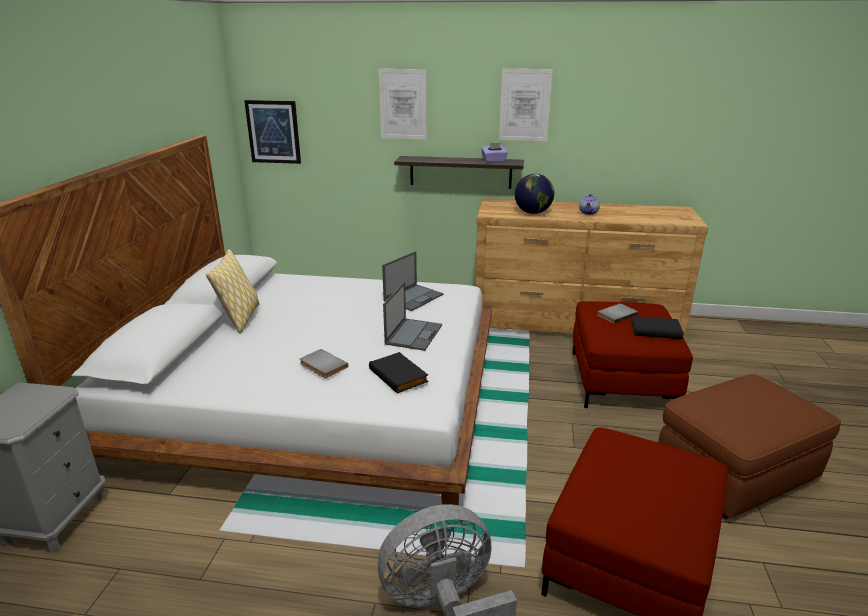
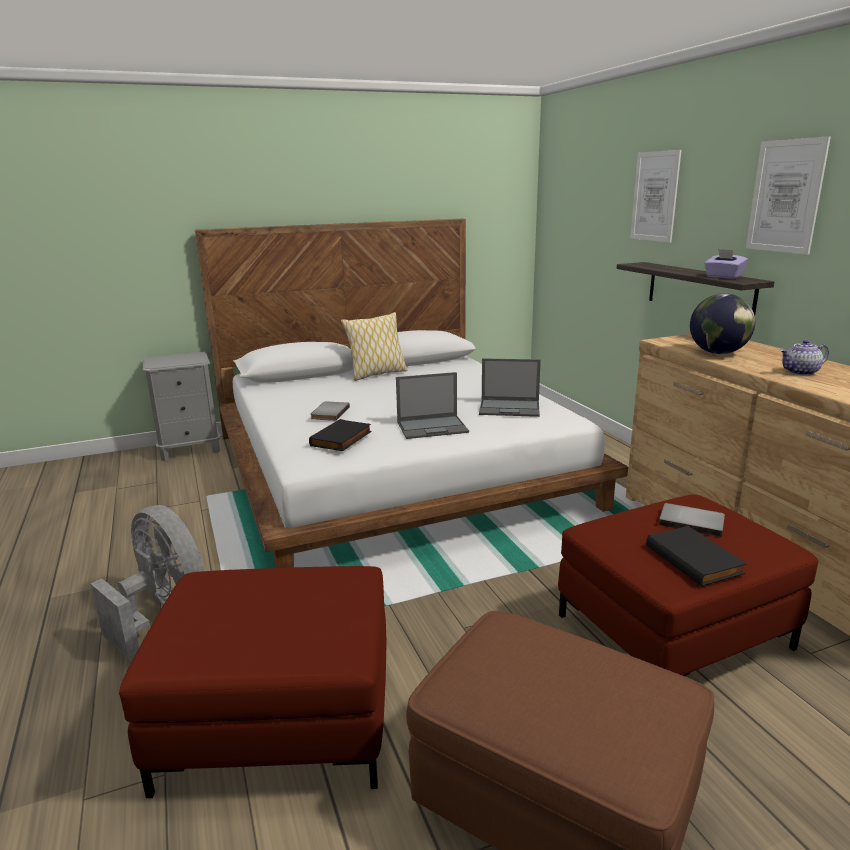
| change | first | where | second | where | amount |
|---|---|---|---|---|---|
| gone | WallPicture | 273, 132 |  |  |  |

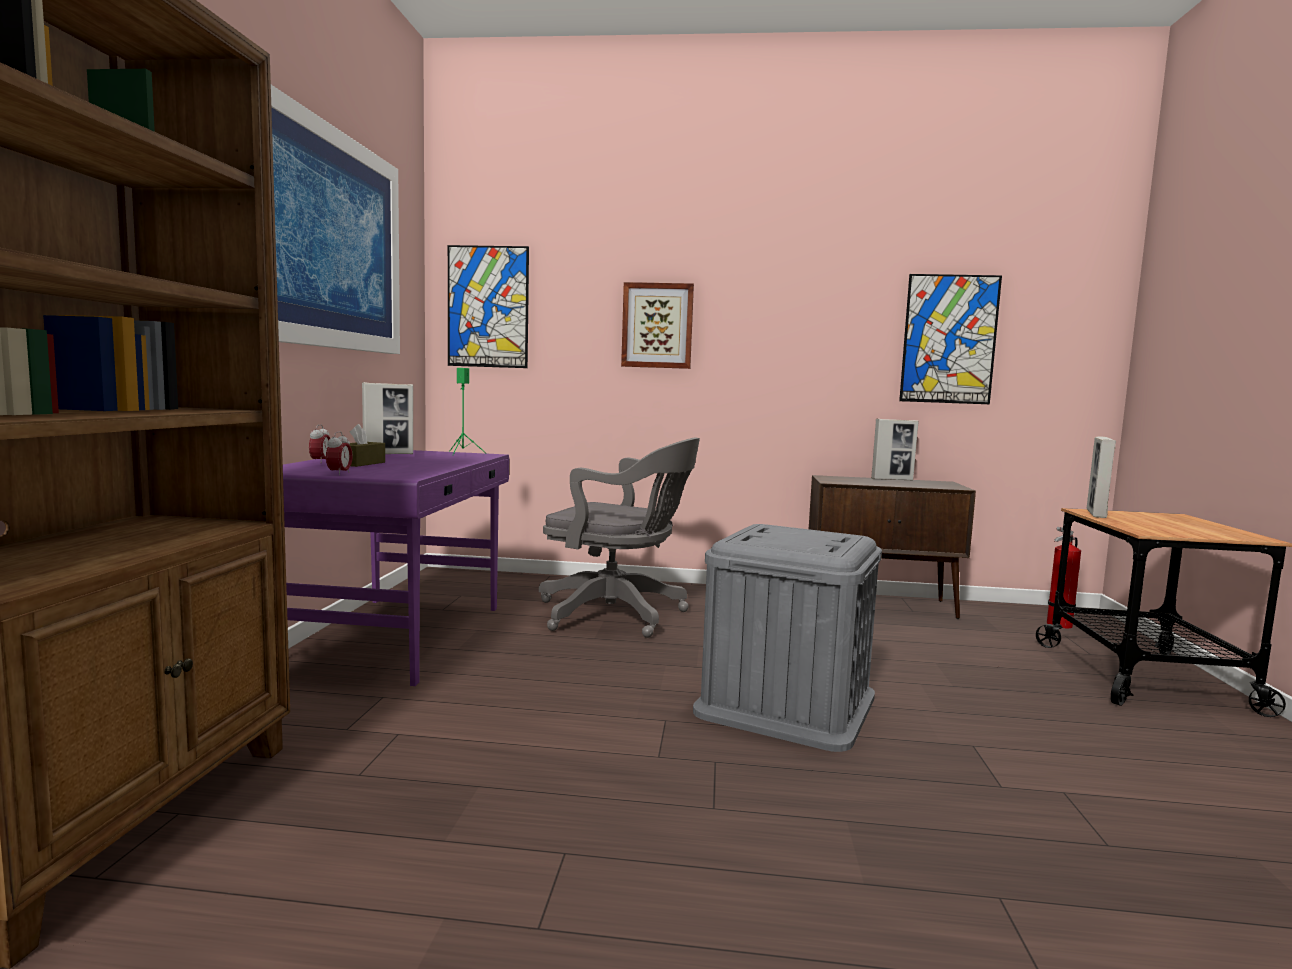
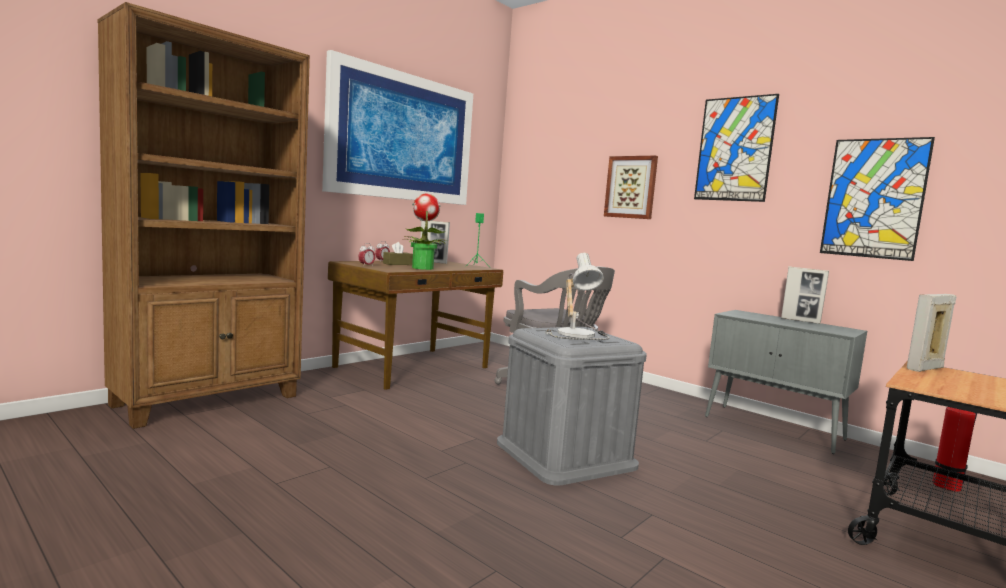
| change | first | where | second | where | amount |
|---|---|---|---|---|---|
| new |  |  | PlantInAPot | 422, 268 |  |
| new |  |  | TabletopLamp | 580, 334 |  |
| shifted | WallPicture | 488, 307 |  | 734, 149 |  |
| repainted | PurplishDesk | 395, 636 | BrownishDesk | 414, 367 |  |
| repainted | BrownishStorageCabinet | 881, 605 | GrayStorageCabinet | 774, 428 |  |

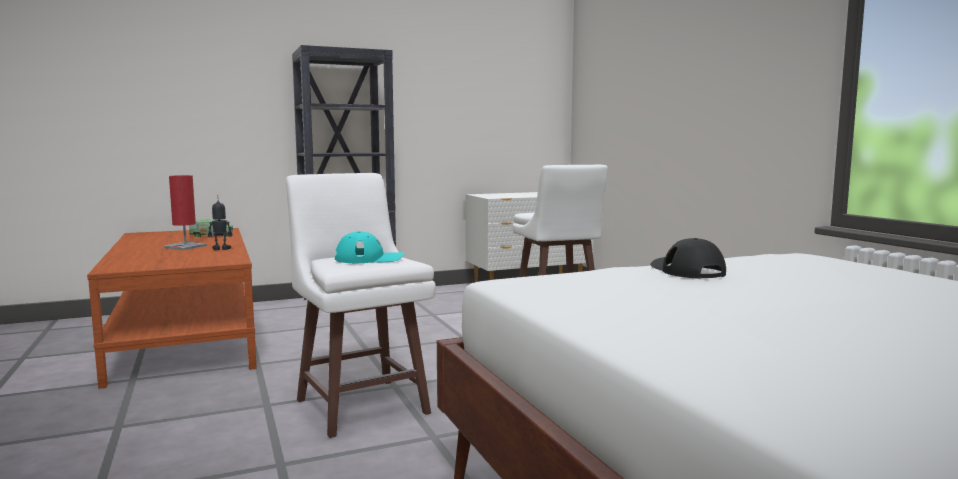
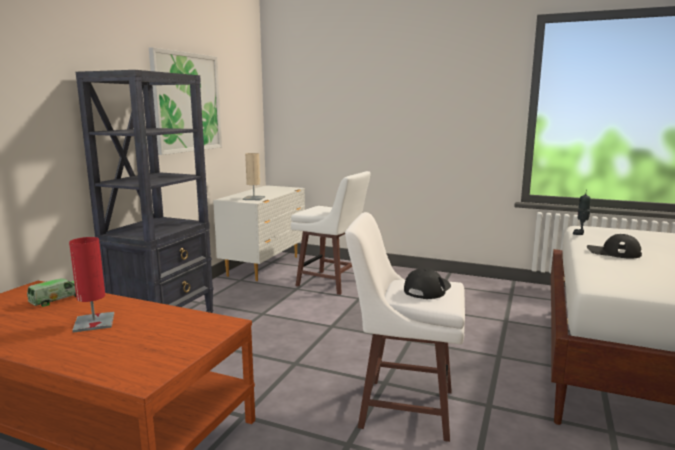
| change | first | where | second | where | amount |
|---|---|---|---|---|---|
| new |  |  | WallPicture | 187, 102 |  |
| new |  |  | SandColouredTabletopLamp | 254, 198 |  |
| shifted | RobotFigure | 221, 249 |  | 580, 233 |  |
| repainted | TurquoiseColouredBaseballCap | 369, 259 | BlackColouredBaseballCap | 427, 289 |  |

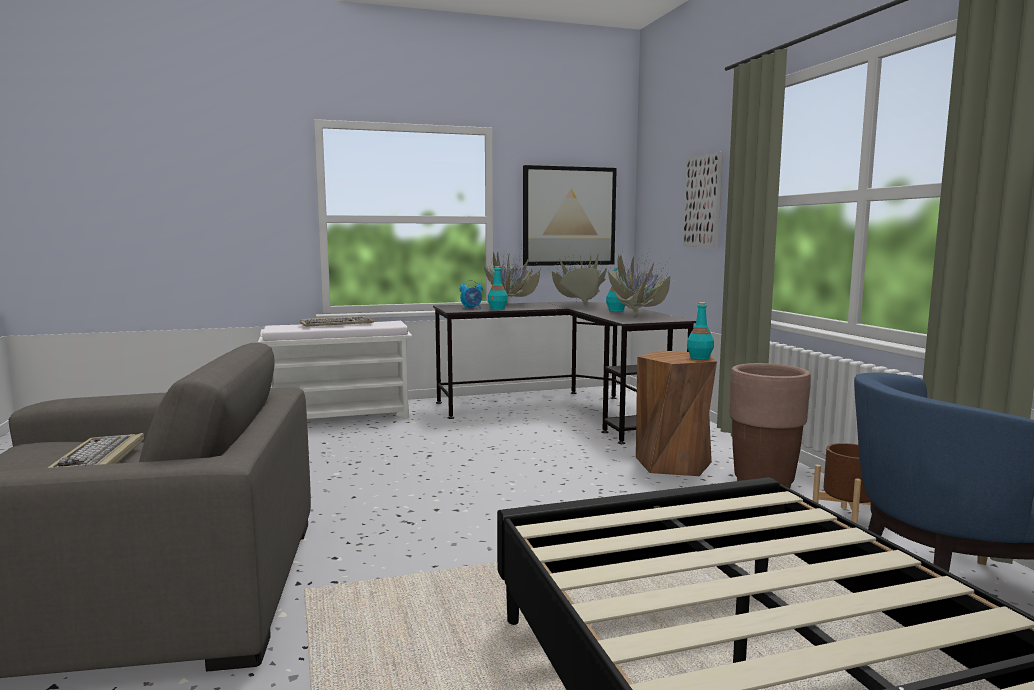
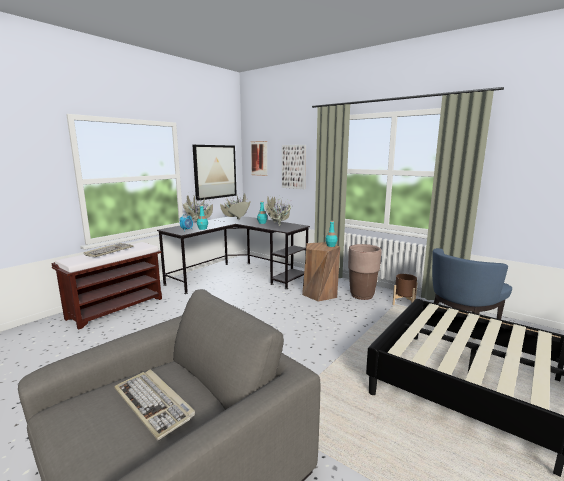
| change | first | where | second | where | amount |
|---|---|---|---|---|---|
| new |  |  | WallPicture | 259, 158 |  |
| repainted | WhiteBench | 340, 416 | BrownishBench | 117, 308 |  |

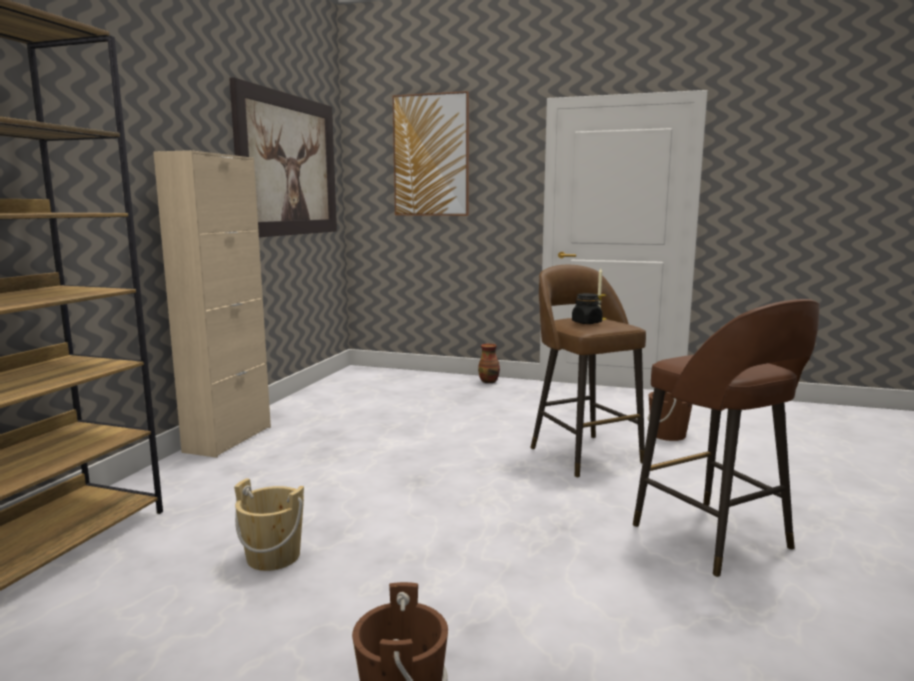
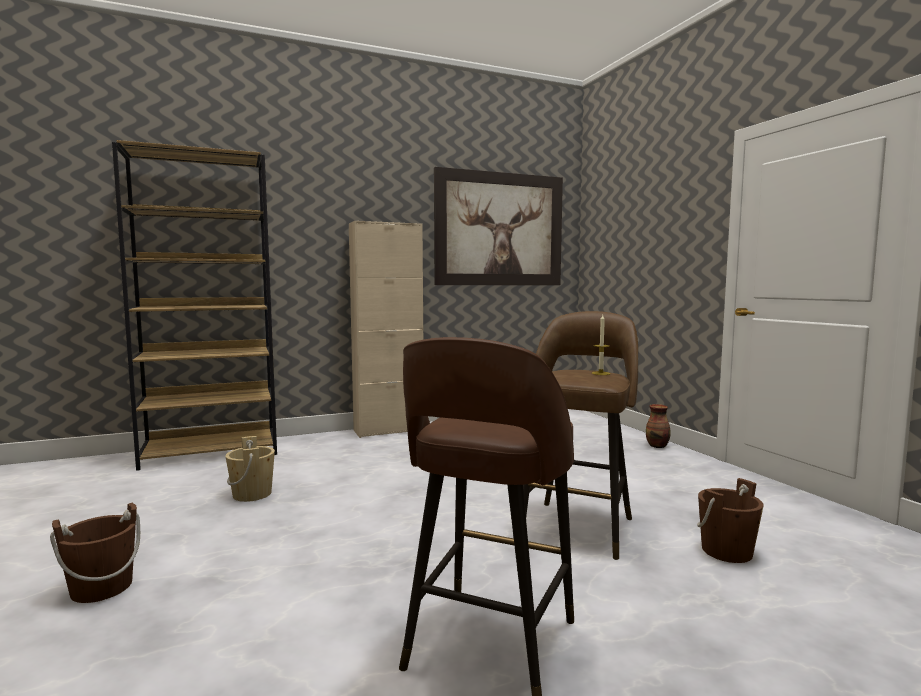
| change | first | where | second | where | amount |
|---|---|---|---|---|---|
| gone | WallPicture | 431, 155 |  |  |  |
| gone | BlackColouredStorageJar | 587, 322 |  |  |  |

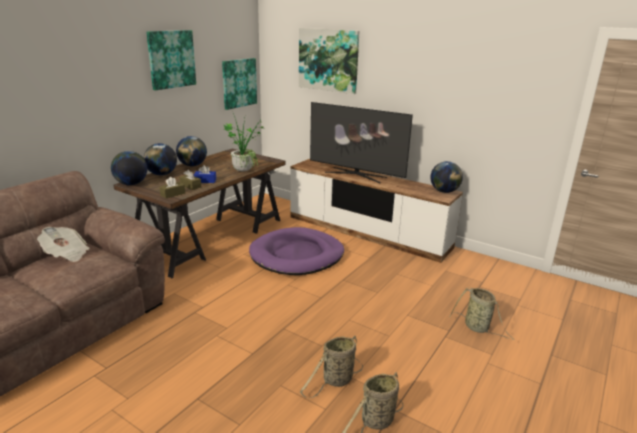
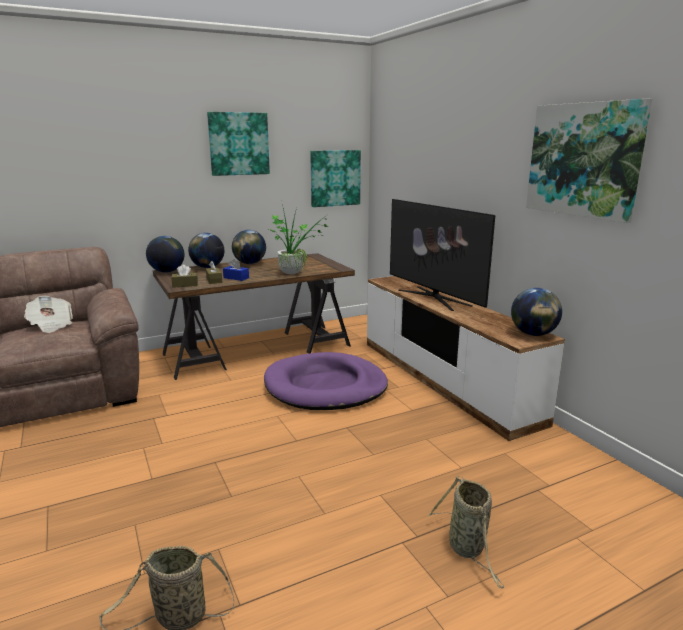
| change | first | where | second | where | amount |
|---|---|---|---|---|---|
| gone | StorageBasket | 336, 381 |  |  |  |
| shifted | WallPicture | 328, 60 |  | 584, 160 |  |

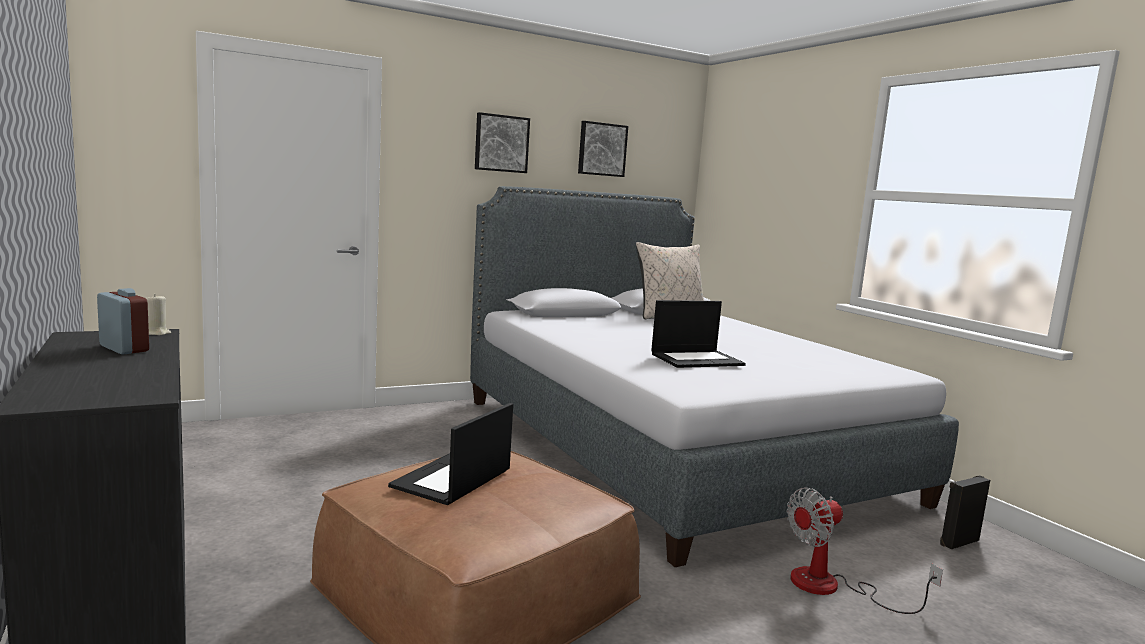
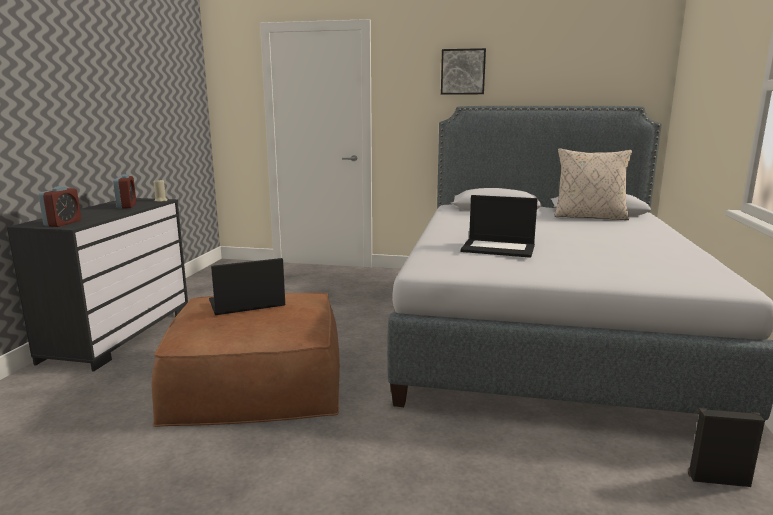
| change | first | where | second | where | amount |
|---|---|---|---|---|---|
| gone | WallPicture | 601, 149 |  |  |  |
| gone | Fan | 832, 587 |  |  |  |
| new |  |  | AlarmClock | 63, 223 |  |

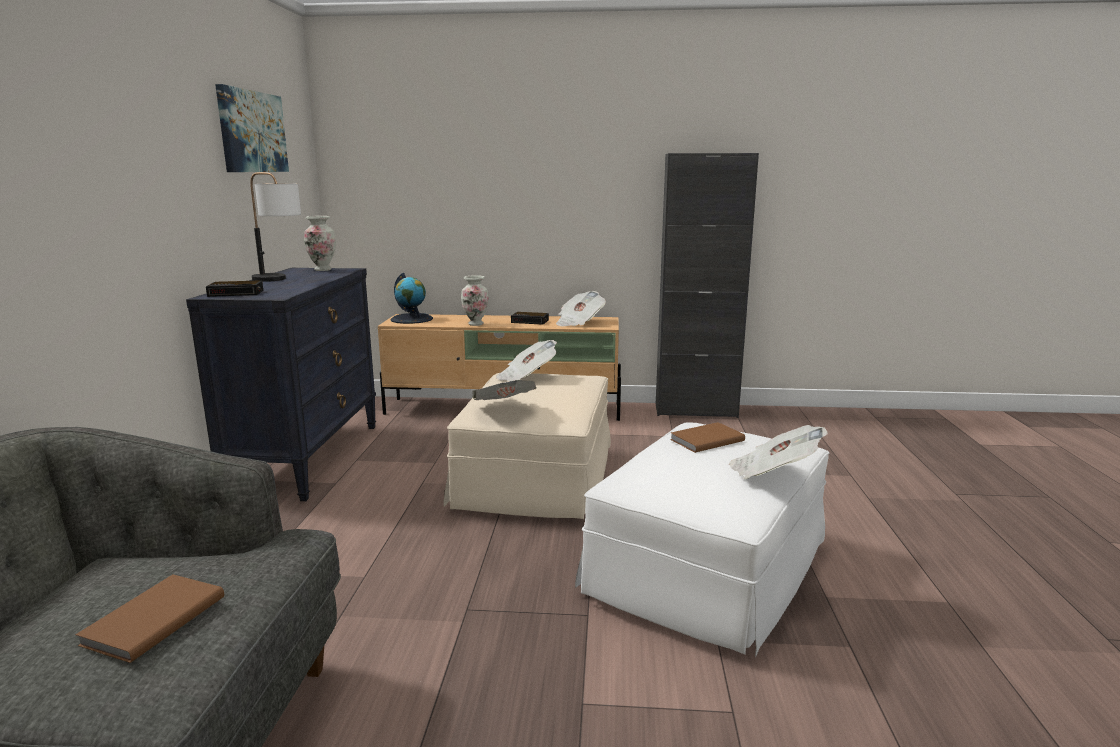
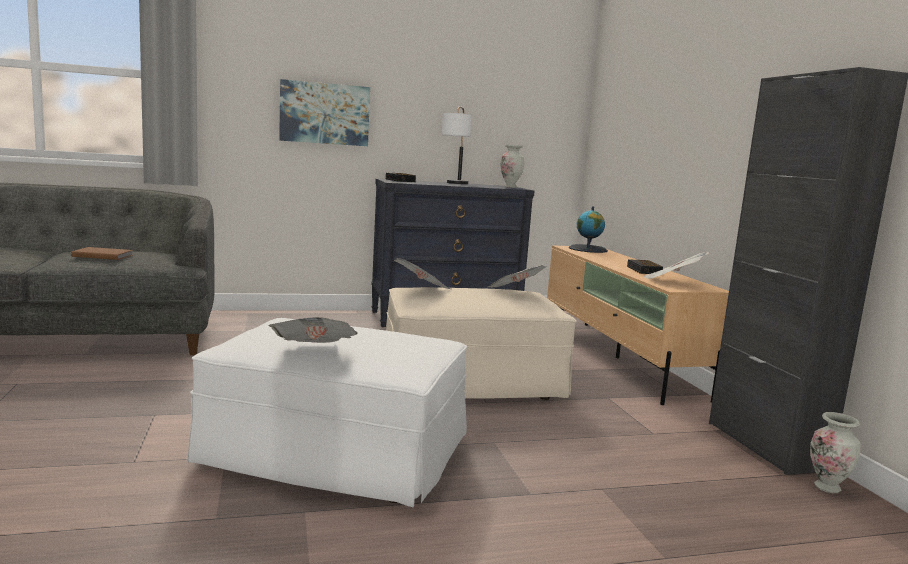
| change | first | where | second | where | amount |
|---|---|---|---|---|---|
| gone | BrownishBoundBook | 705, 440 |  |  |  |
| shifted | WallPicture | 252, 132 |  | 324, 113 |  |
| shifted | Vase | 476, 324 |  | 827, 488 |  |

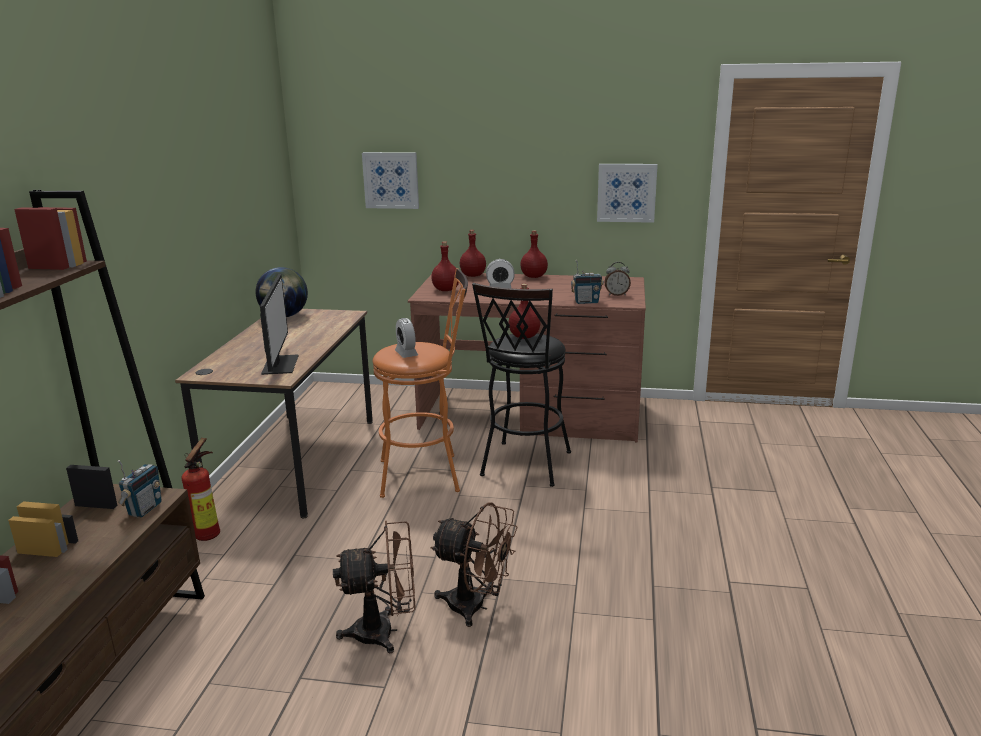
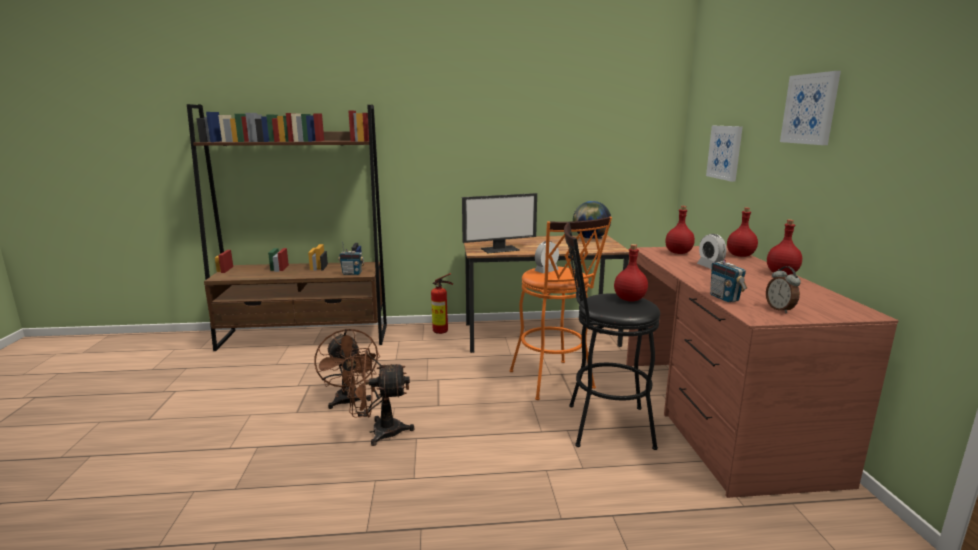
| change | first | where | second | where | amount |
|---|---|---|---|---|---|
| shifted | WallPicture | 626, 192 |  | 810, 109 |  |
| rotated | BrownishFan | 476, 607 |  | 378, 432 | 75 degrees clockwise |

